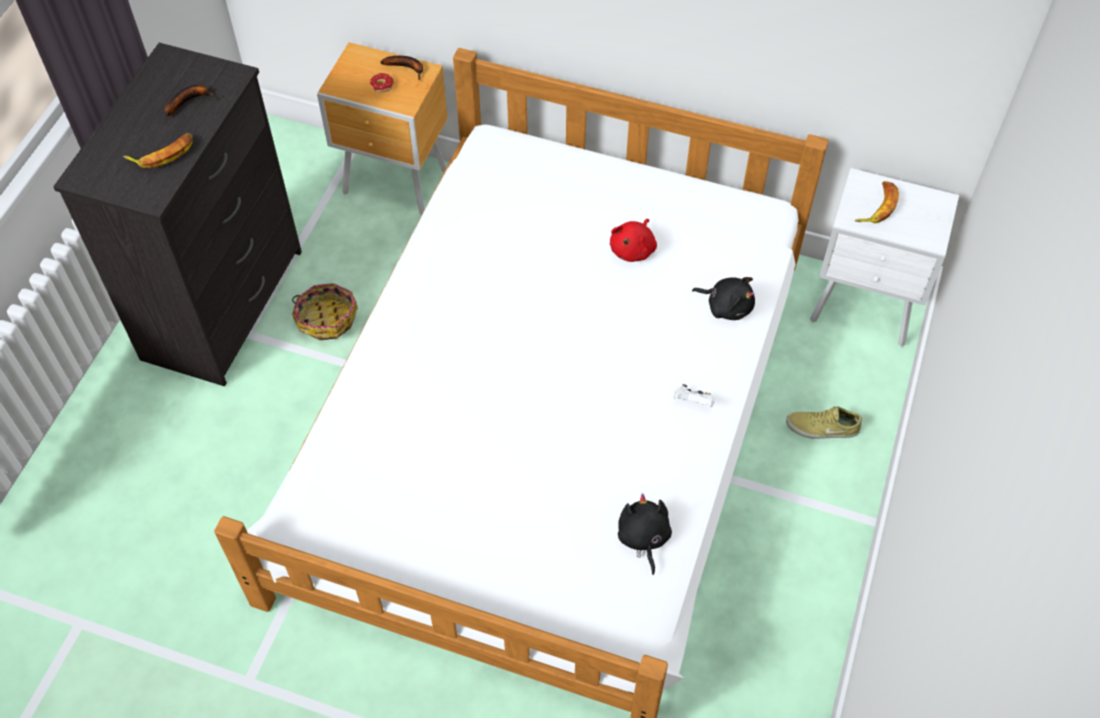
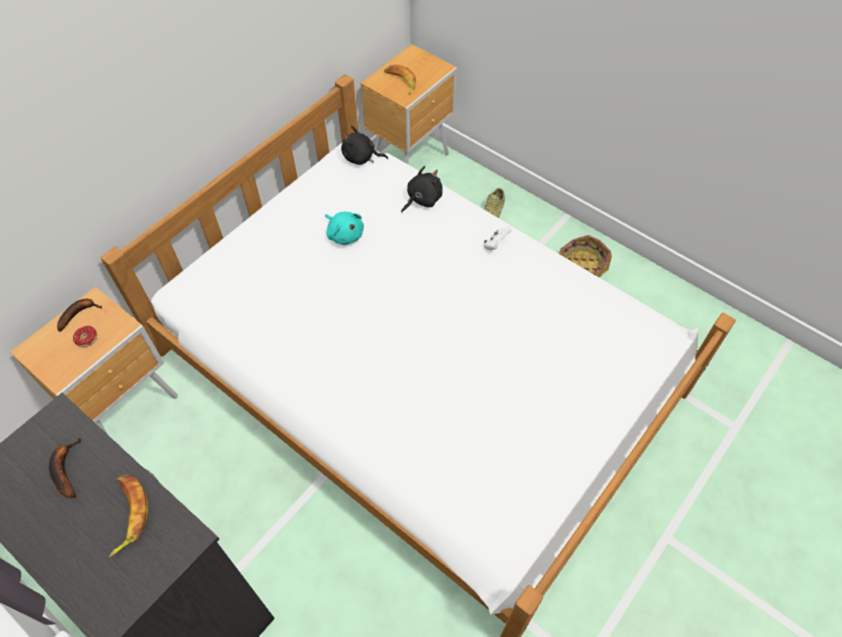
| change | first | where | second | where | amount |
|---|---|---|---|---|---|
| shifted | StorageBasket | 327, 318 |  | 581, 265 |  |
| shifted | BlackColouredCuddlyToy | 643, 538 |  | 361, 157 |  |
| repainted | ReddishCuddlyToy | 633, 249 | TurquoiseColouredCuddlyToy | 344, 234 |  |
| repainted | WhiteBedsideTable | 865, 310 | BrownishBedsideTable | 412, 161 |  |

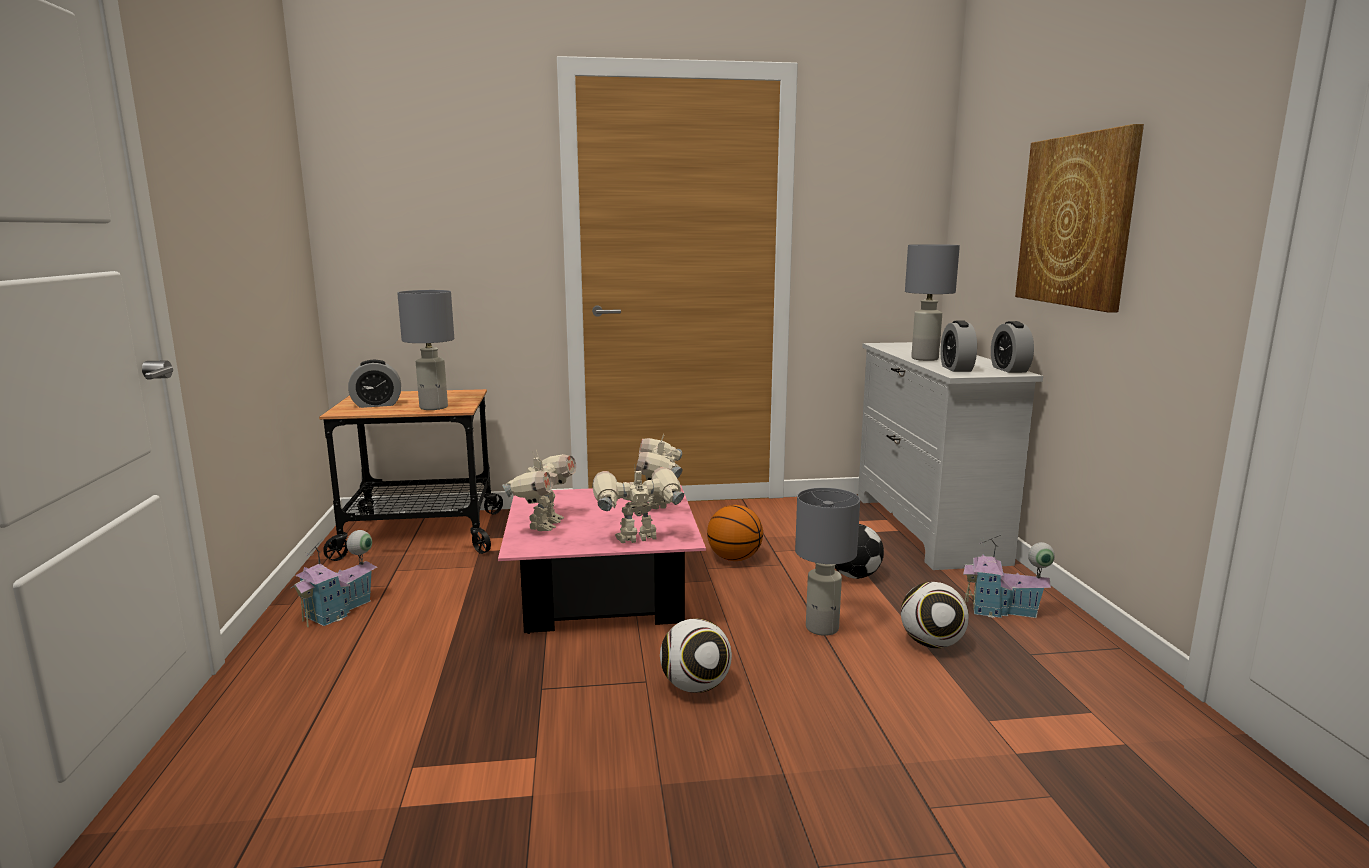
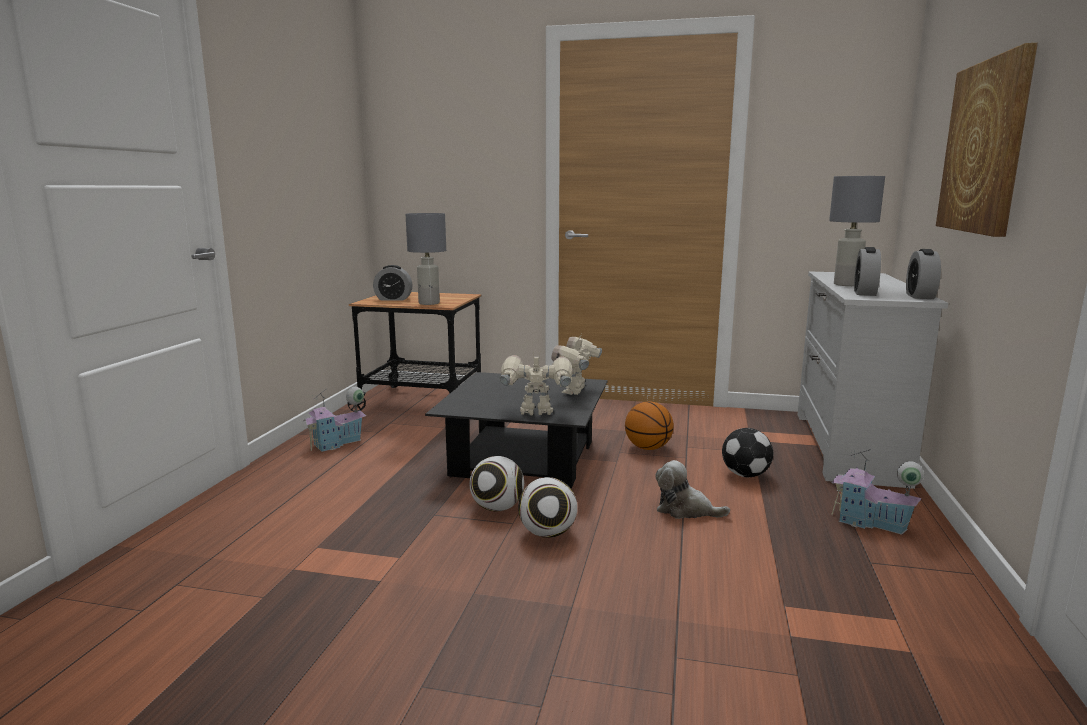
| change | first | where | second | where | amount |
|---|---|---|---|---|---|
| gone | RobotFigure | 543, 525 |  |  |  |
| shifted | FootballBall | 932, 644 |  | 497, 508 |  |
| swapped | GrayTabletopLamp | 823, 628 | CuddlyToy | 685, 510 |  |
| repainted | PinkLoungeTable | 603, 593 | BlackColouredLoungeTable | 524, 458 |  |

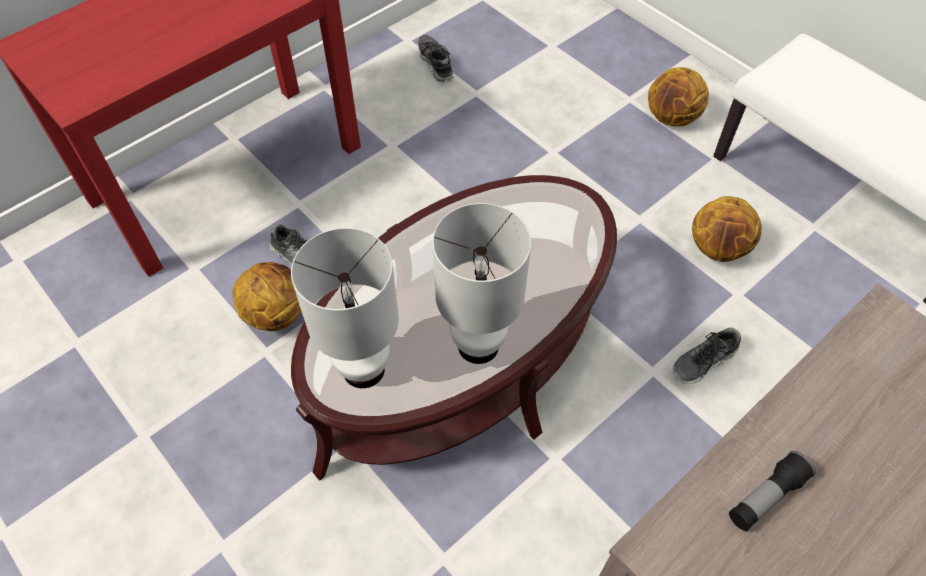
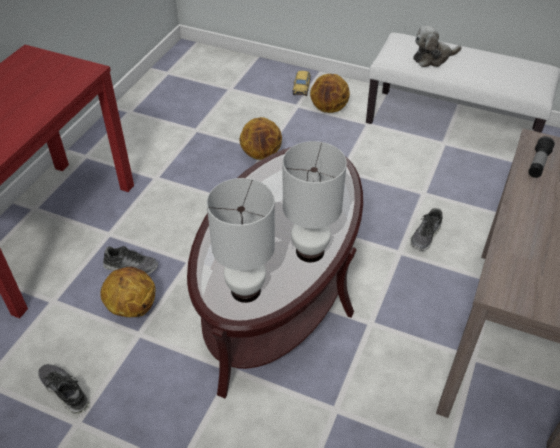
| change | first | where | second | where | amount |
|---|---|---|---|---|---|
| new |  |  | ModelCar | 301, 88 |  |
| new |  |  | CuddlyToy | 433, 58 |  |
| shifted | Shoe | 435, 63 |  | 64, 391 |  |
| shifted | BasketballBall | 718, 249 |  | 261, 154 |  |
| shifted | HandTorch | 765, 497 |  | 538, 163 |  |

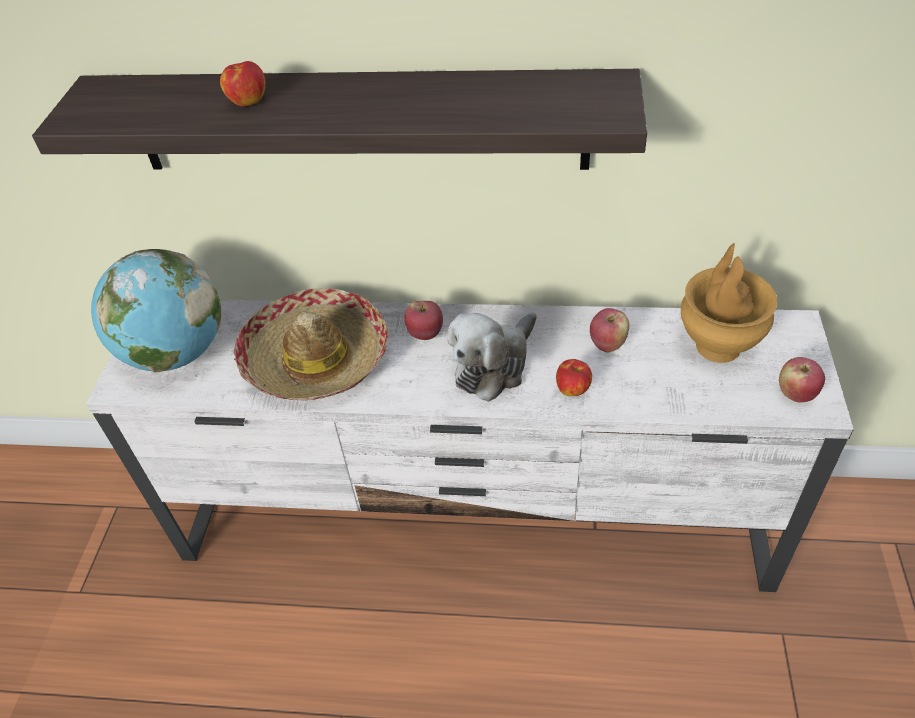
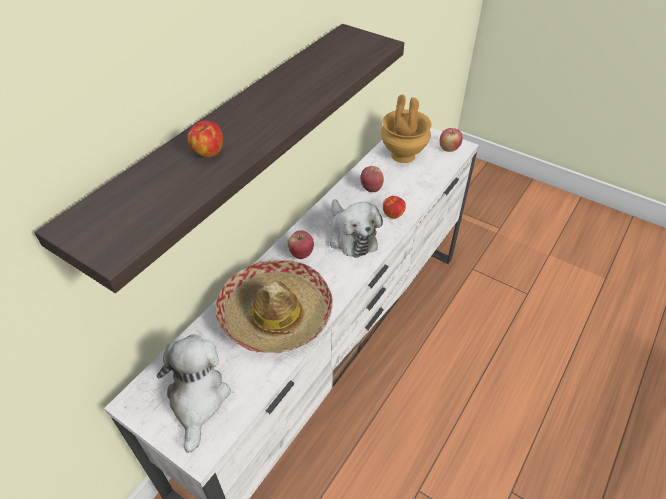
| change | first | where | second | where | amount |
|---|---|---|---|---|---|
| swapped | DeskGlobe | 176, 353 | CuddlyToy | 197, 399 |  |

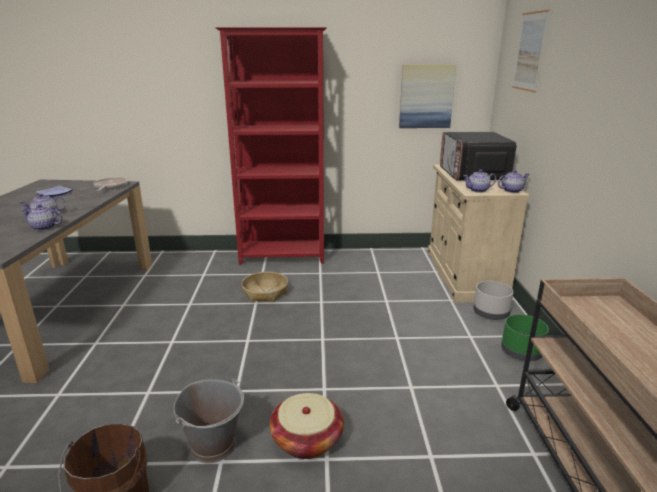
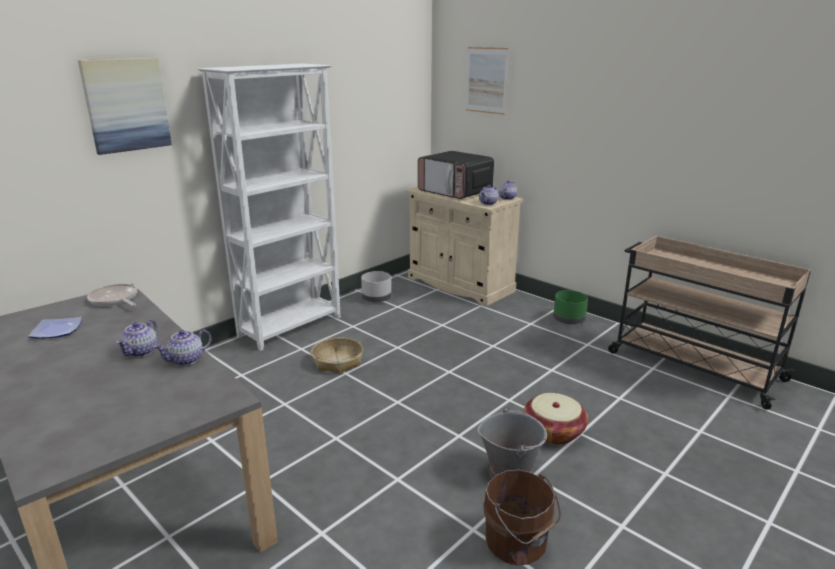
| change | first | where | second | where | amount |
|---|---|---|---|---|---|
| shifted | WallPicture | 426, 96 |  | 126, 105 |  |
| shifted | GrayPlanter | 491, 313 |  | 376, 298 |  |
| repainted | ReddishBookshelf | 283, 257 | WhiteBookshelf | 291, 327 |  |

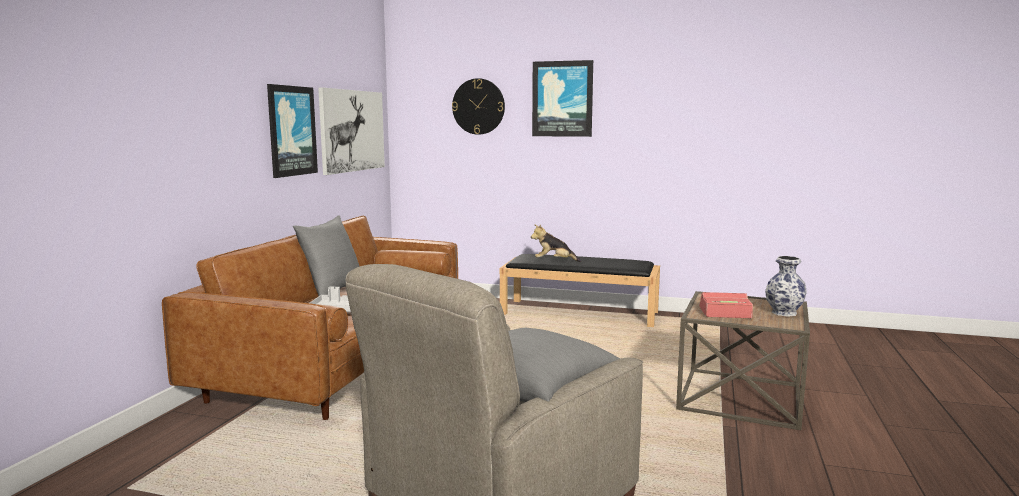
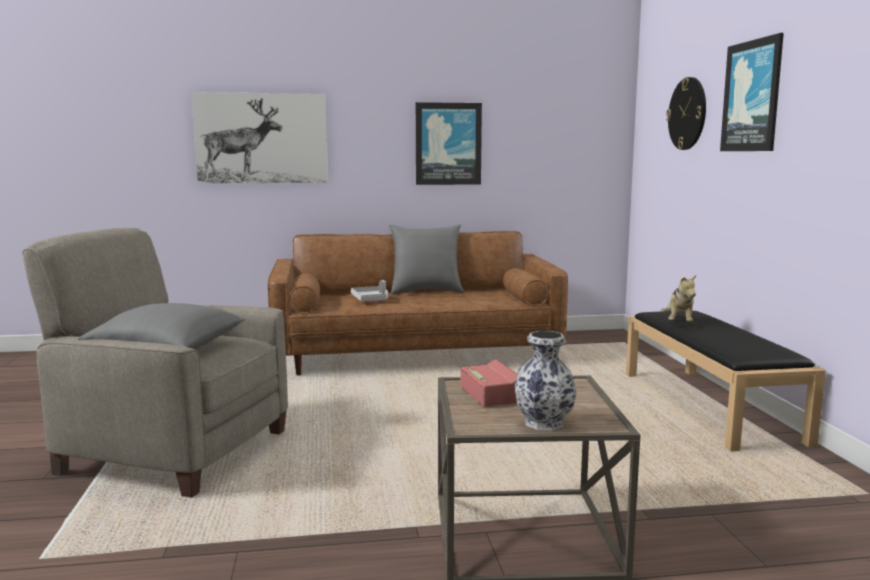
| change | first | where | second | where | amount |
|---|---|---|---|---|---|
| shifted | WallPicture | 352, 130 |  | 261, 138 |  |
| rotated | CuddlyToy | 554, 261 |  | 678, 323 | 150 degrees counterclockwise |

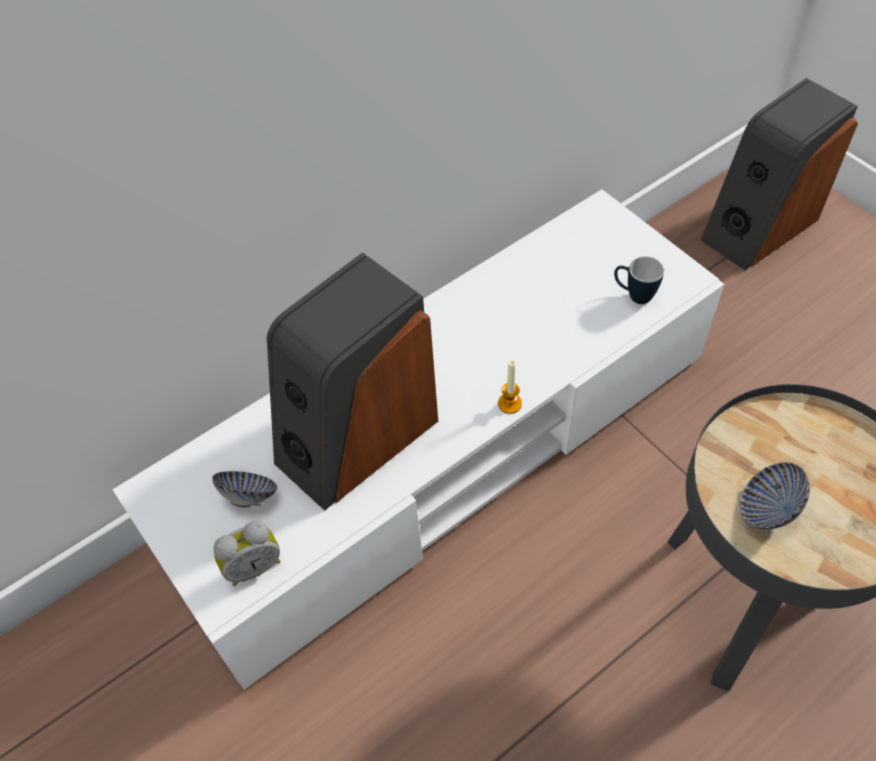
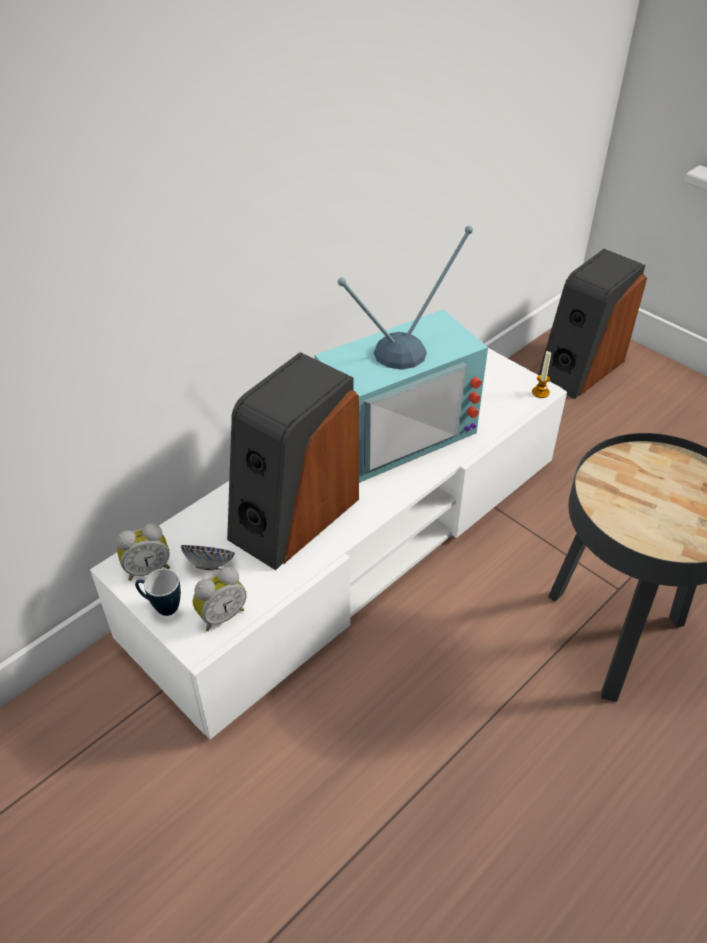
| change | first | where | second | where | amount |
|---|---|---|---|---|---|
| gone | DeepDish | 767, 509 |  |  |  |
| new |  |  | AlarmClock | 147, 569 |  |
| new |  |  | Tv | 395, 431 |  |
| shifted | WaxCandle | 510, 403 |  | 540, 392 |  |
| shifted | Mug | 634, 295 |  | 161, 607 |  |

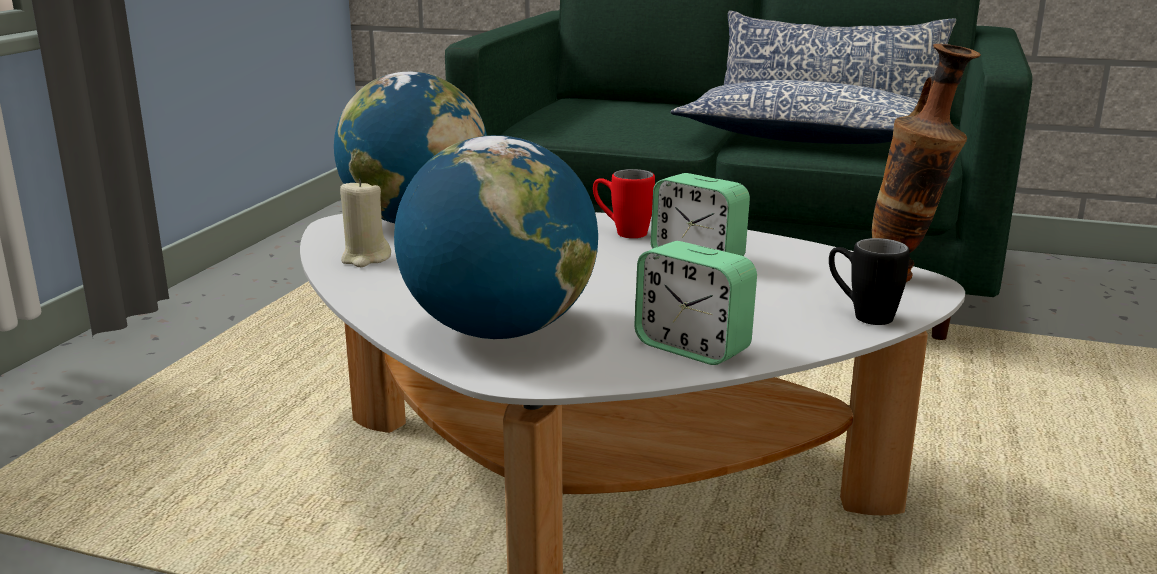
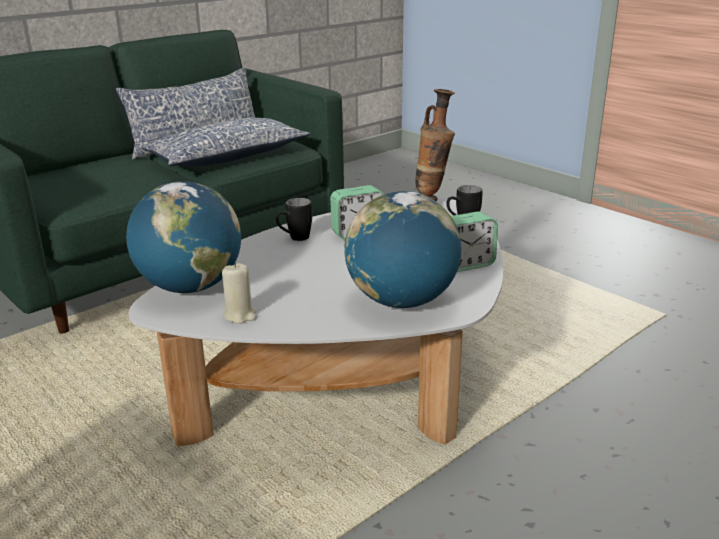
| change | first | where | second | where | amount |
|---|---|---|---|---|---|
| repainted | ReddishMug | 622, 232 | BlackColouredMug | 294, 238 |  |

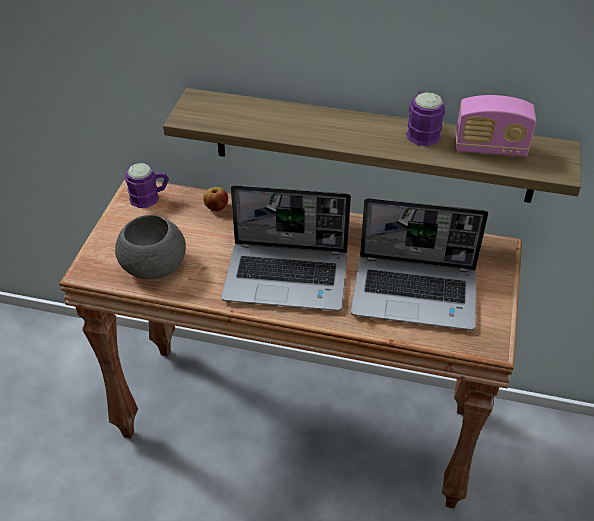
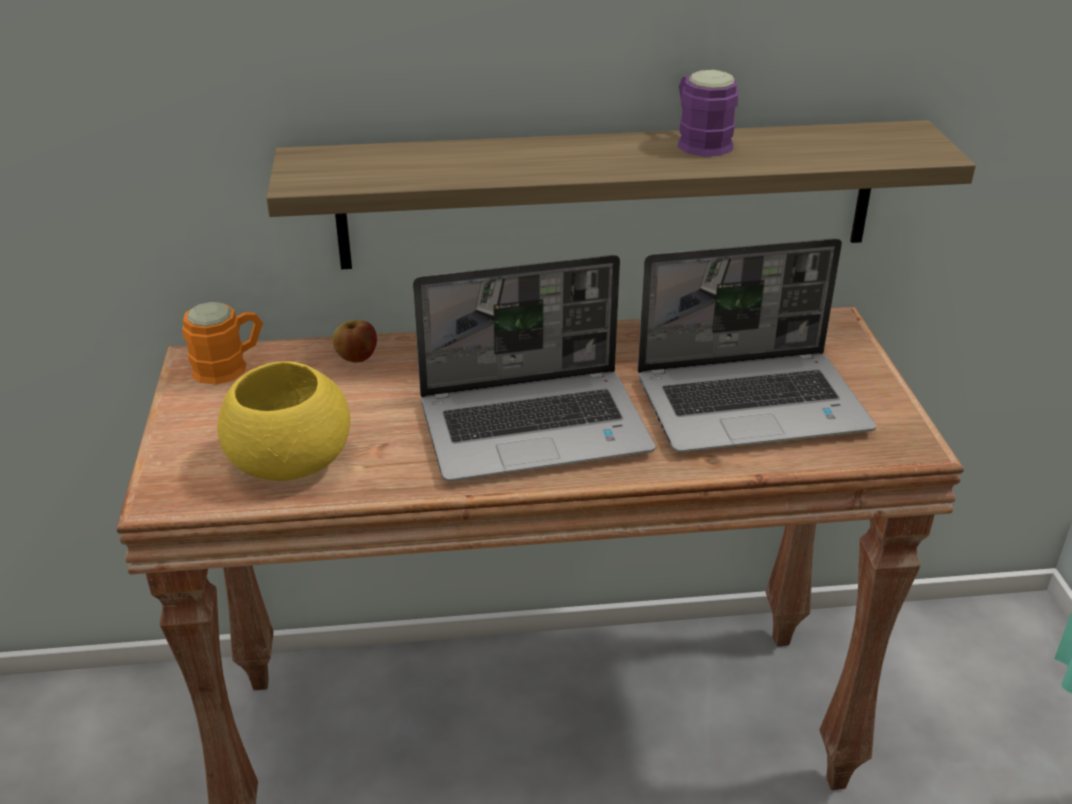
| change | first | where | second | where | amount |
|---|---|---|---|---|---|
| gone | Radio | 490, 148 |  |  |  |
| repainted | GrayDeepDish | 152, 266 | YellowColouredDeepDish | 287, 462 |  |
| repainted | PurplishMug | 150, 198 | OrangeyMug | 230, 366 |  |

